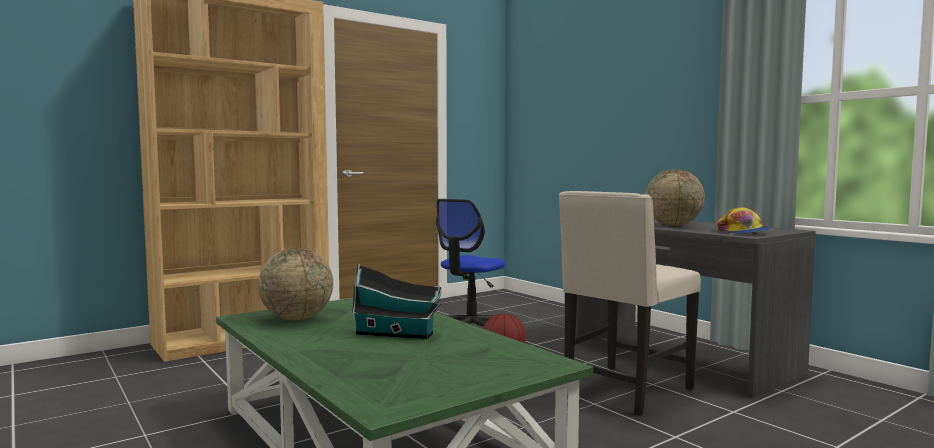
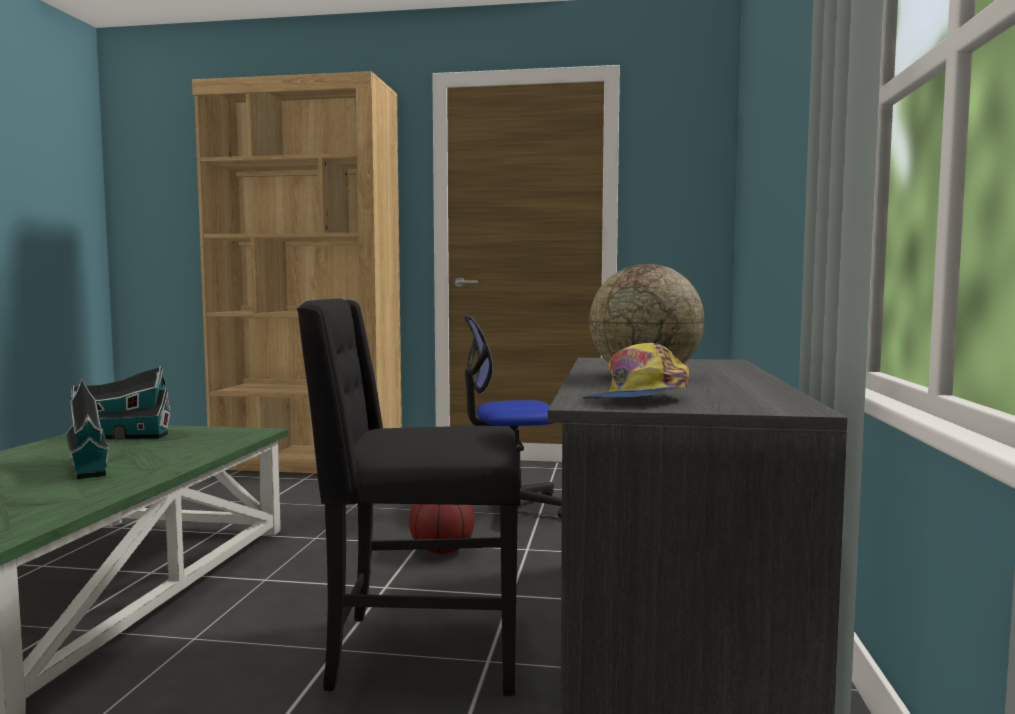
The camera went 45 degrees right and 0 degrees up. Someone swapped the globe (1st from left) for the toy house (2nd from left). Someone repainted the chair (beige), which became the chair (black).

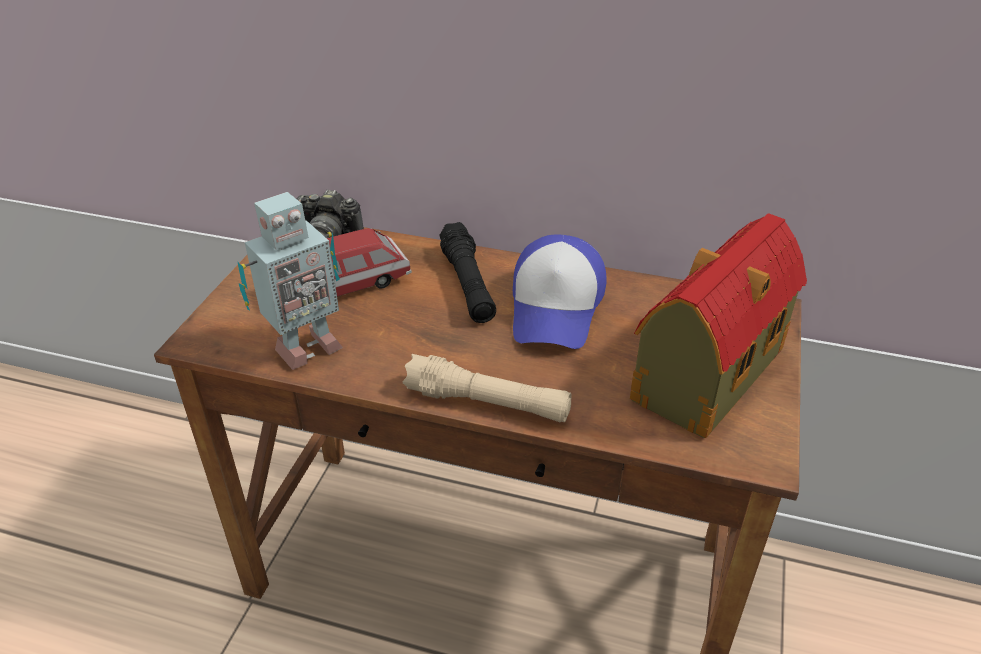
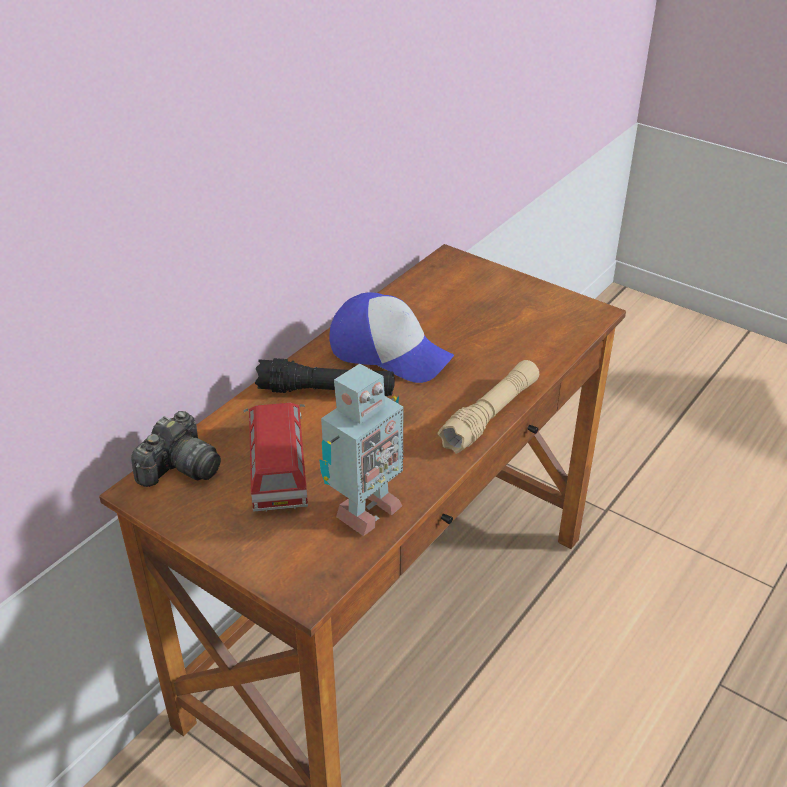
The camera went 70 degrees left and 0 degrees up. Someone rotated the toy robot by 60 degrees clockwise. Someone took away the toy house.

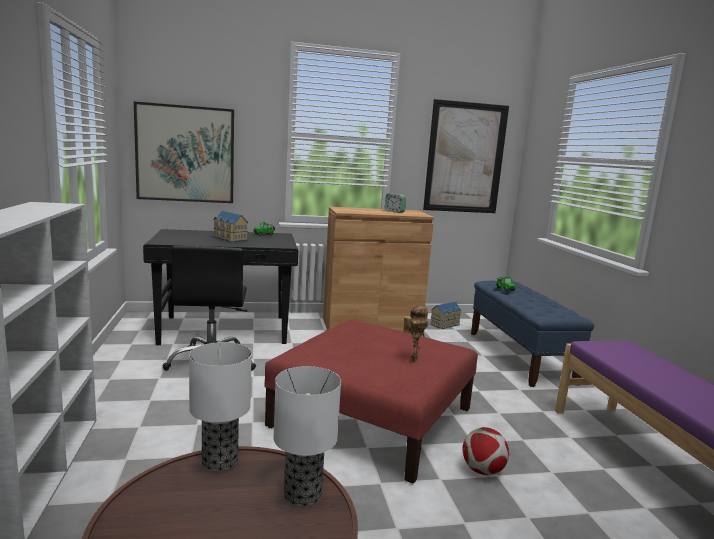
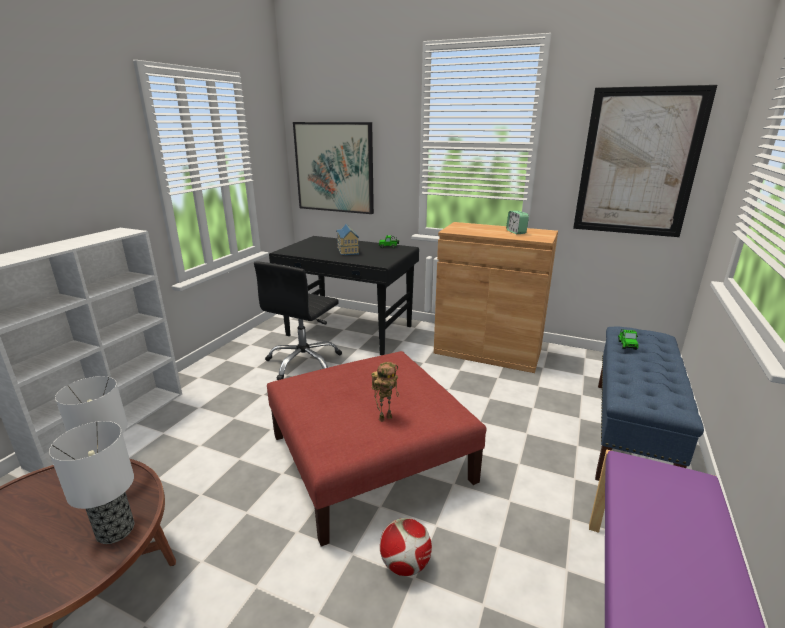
The camera went 35 degrees right and 10 degrees up. Someone took away the toy house (2nd from left).

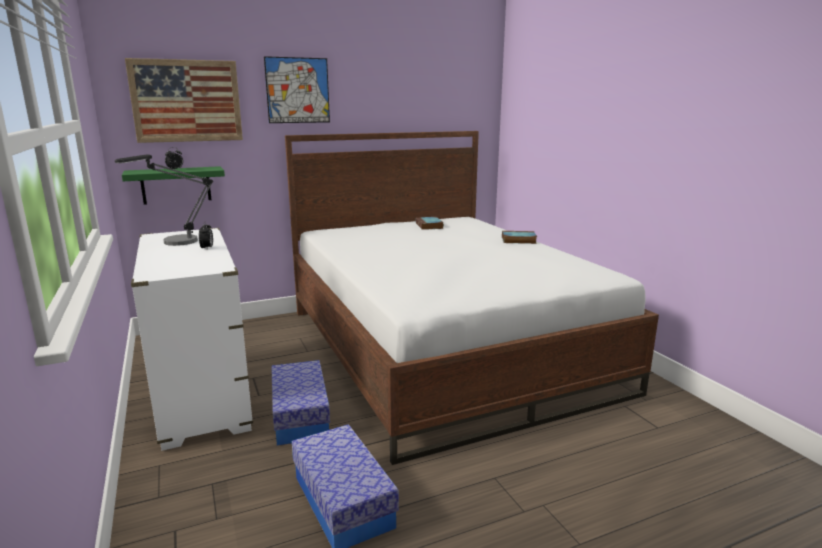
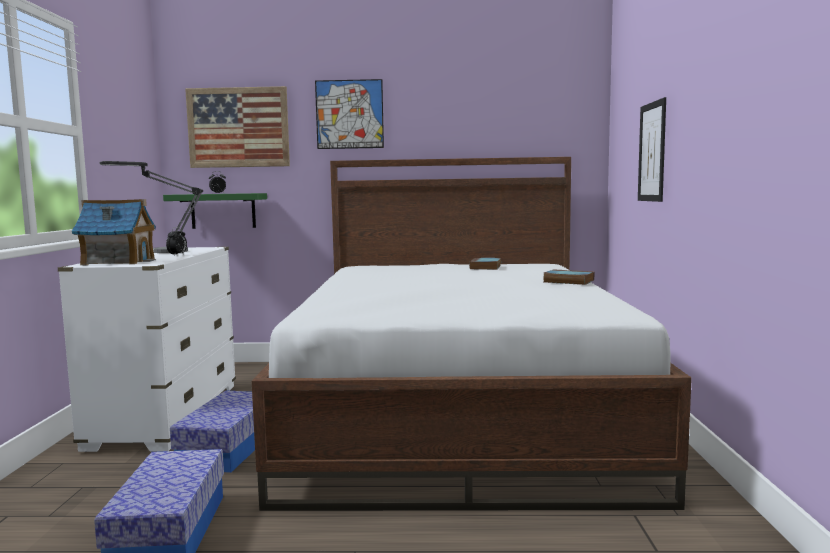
The camera went 25 degrees right and 10 degrees down. Someone put down the toy house. Someone put up the picture (3rd from left).

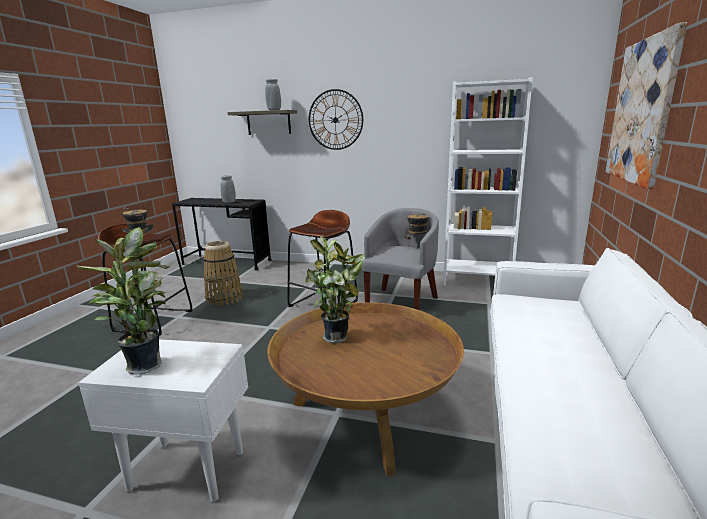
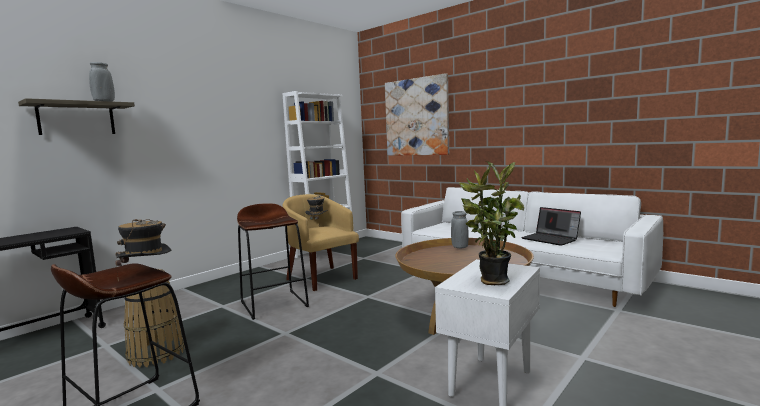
The camera went 65 degrees left and 10 degrees down. Someone carried the vase (grey) (1st from left in the first image). Someone took away the potted plant (2nd from left). Someone took away the wall clock. Someone repainted the armchair (grey), which became the armchair (yellow). Someone put down the laptop.

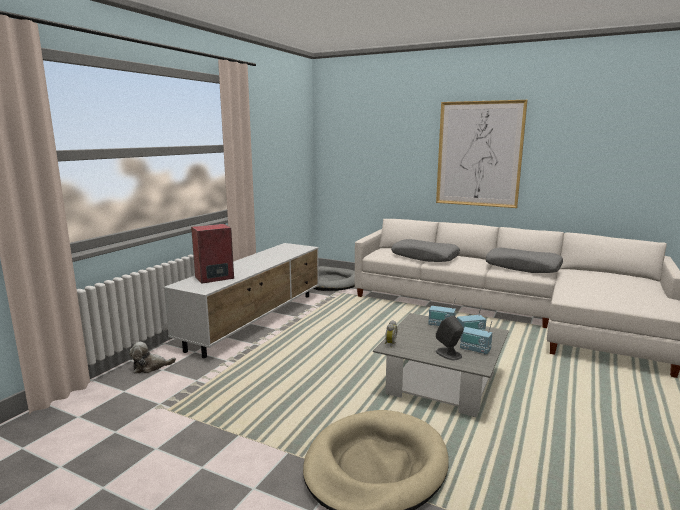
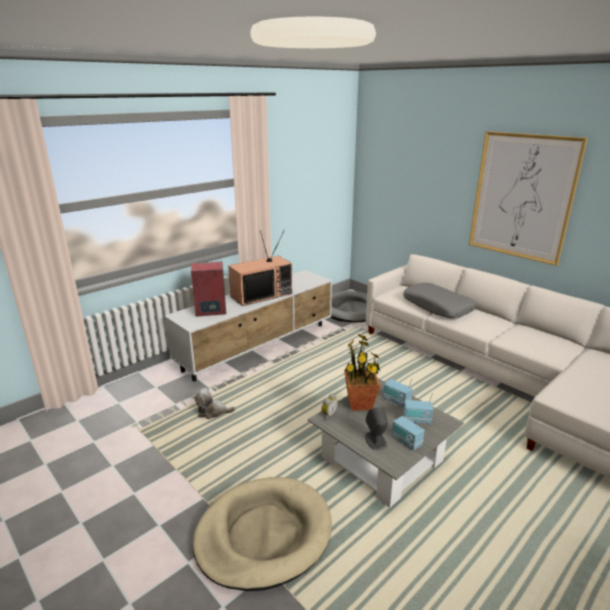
The camera went 20 degrees right and 10 degrees up. Someone carried the plush toy. Someone took away the pillow (grey) (2nd from left). Someone put down the television. Someone put down the potted plant.

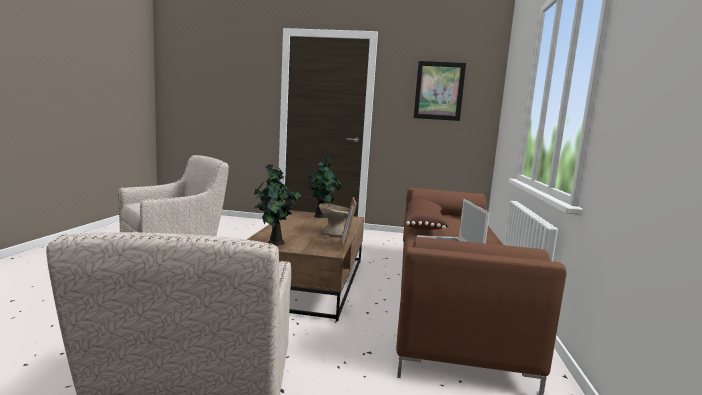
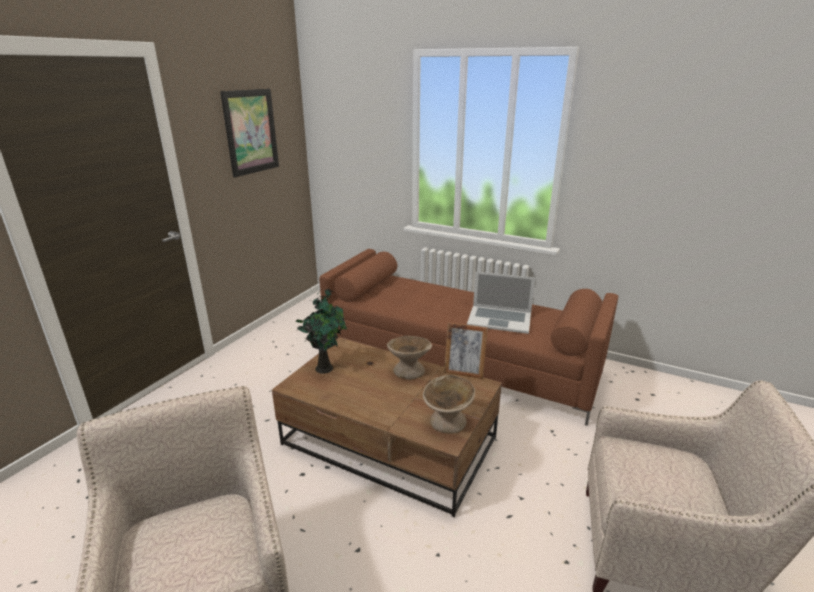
The camera went 70 degrees left and 15 degrees up. Someone swapped the potted plant (1st from left) for the bowl (beige) (2nd from left). Someone took away the pillow (brown).

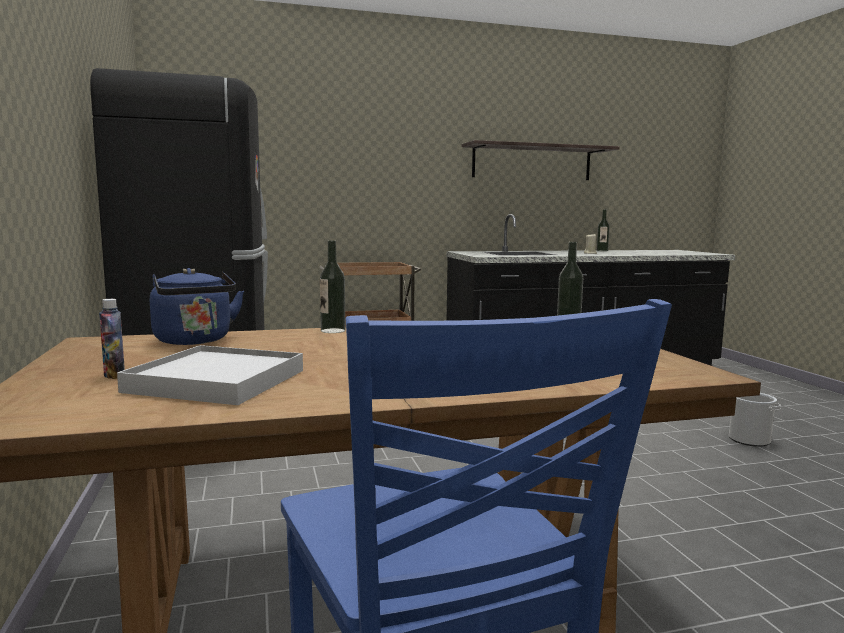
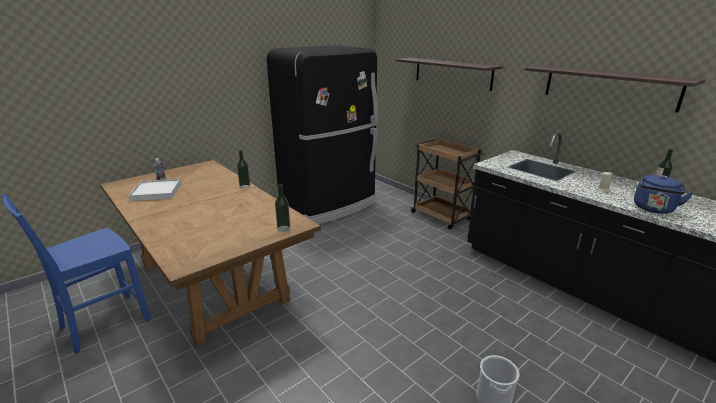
The camera went 65 degrees right and 15 degrees up. Someone carried the kettle (blue). Someone put up the shelf (1st from left).

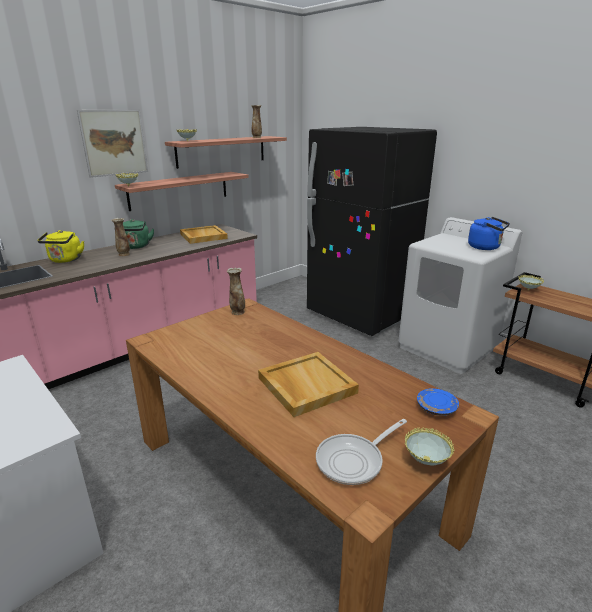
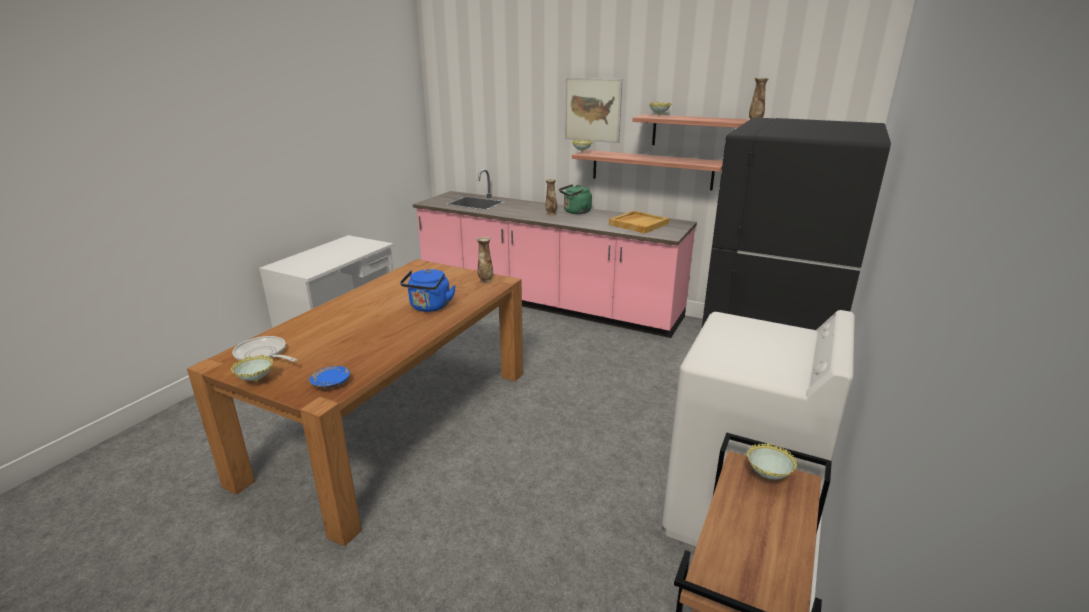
The camera went 70 degrees right and 0 degrees up. Someone took away the kettle (yellow). Someone took away the tray (beige) (2nd from left). Someone carried the kettle (blue).

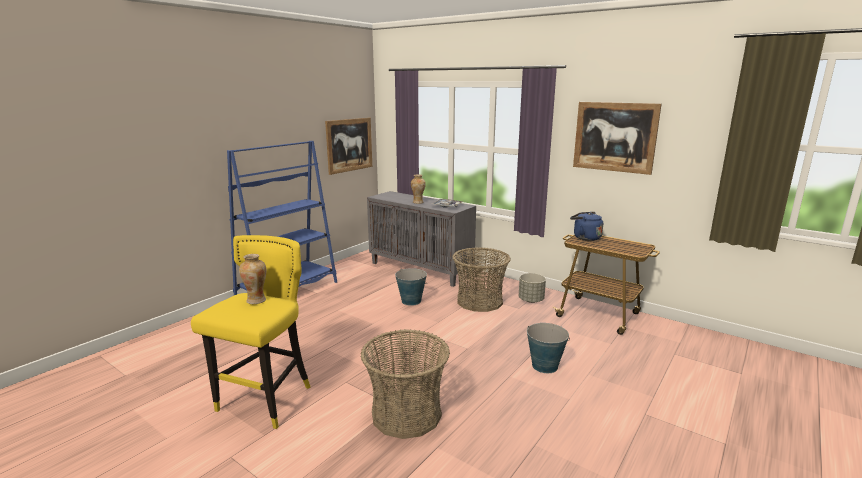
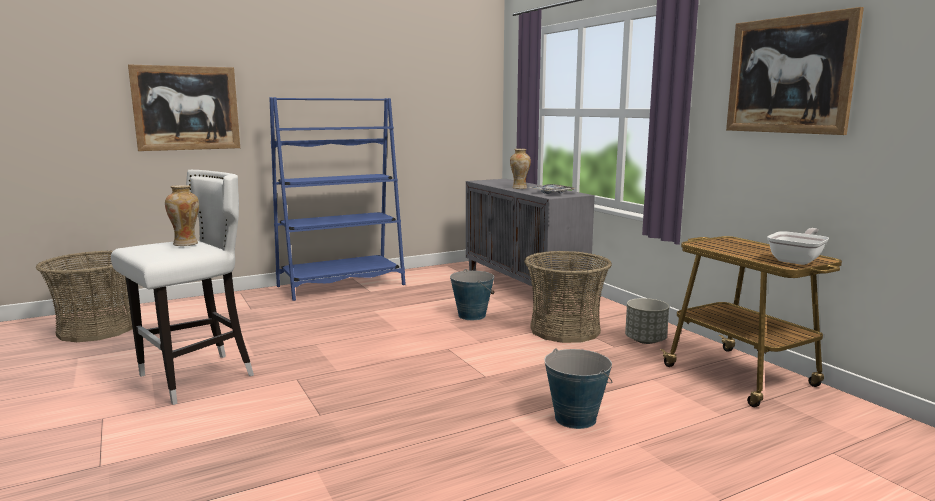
The camera went 25 degrees right and 5 degrees down. Someone repainted the stool (yellow), which became the stool (white). Someone carried the picture (1st from left). Someone carried the basket (1st from left). Someone took away the kettle (blue). Someone put down the frying pan.

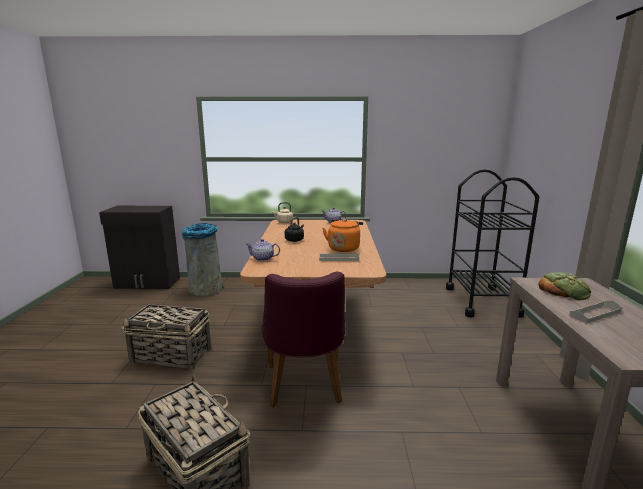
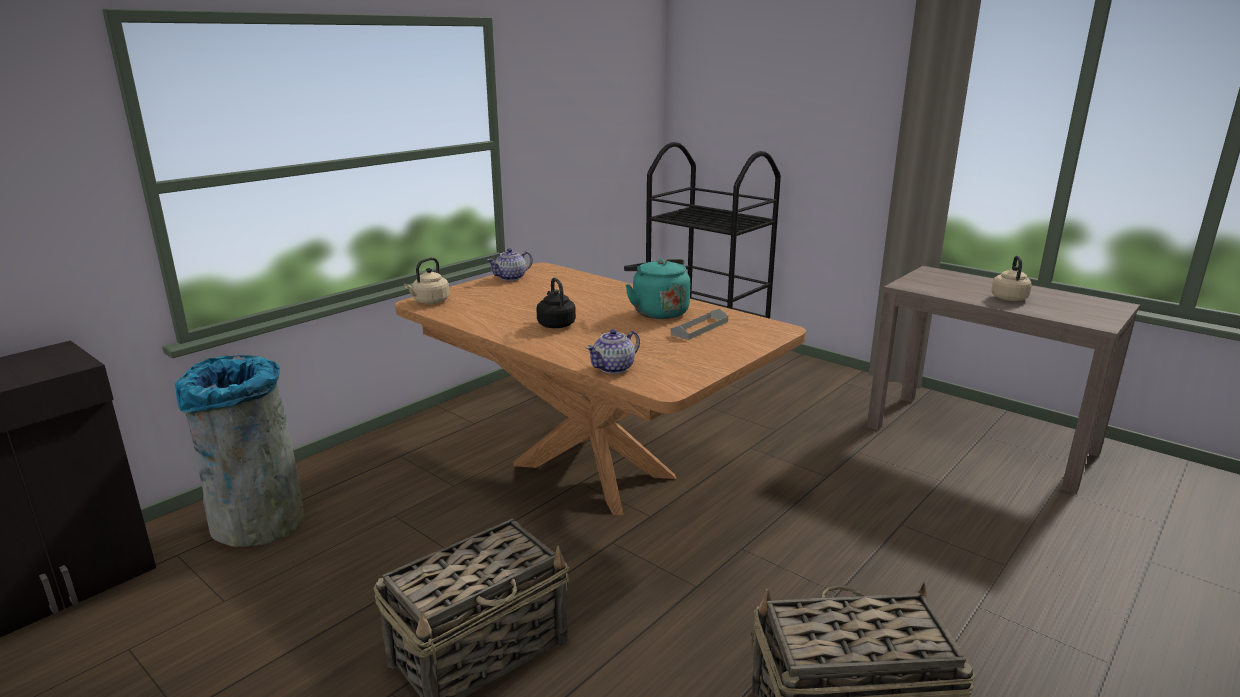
The camera went 50 degrees left and 5 degrees up. Someone took away the chair (purple). Someone repainted the kettle (orange), which became the kettle (turquoise). Someone took away the bread. Someone swapped the tray (grey) (2nd from left) for the kettle (beige) (2nd from left).

